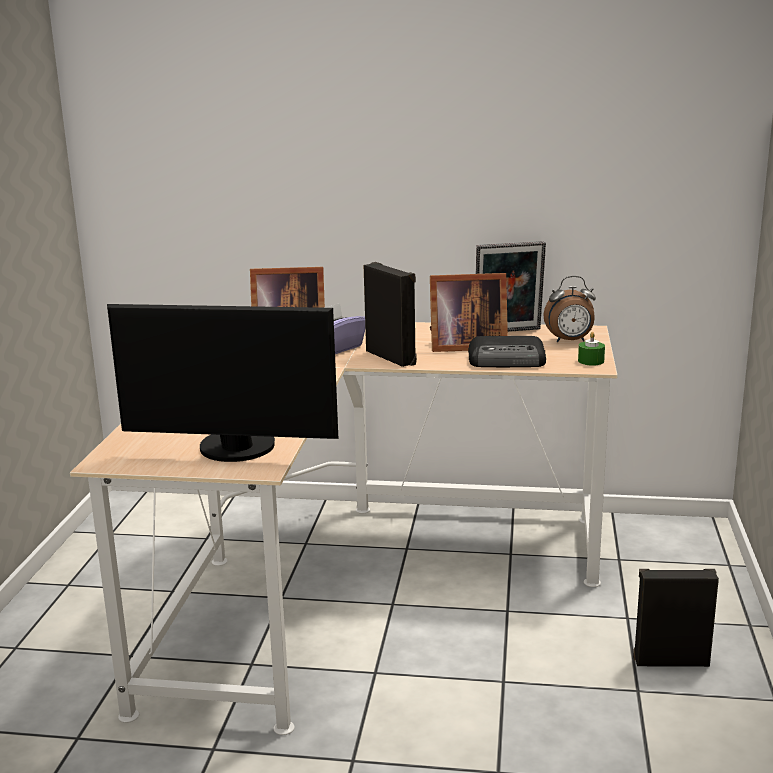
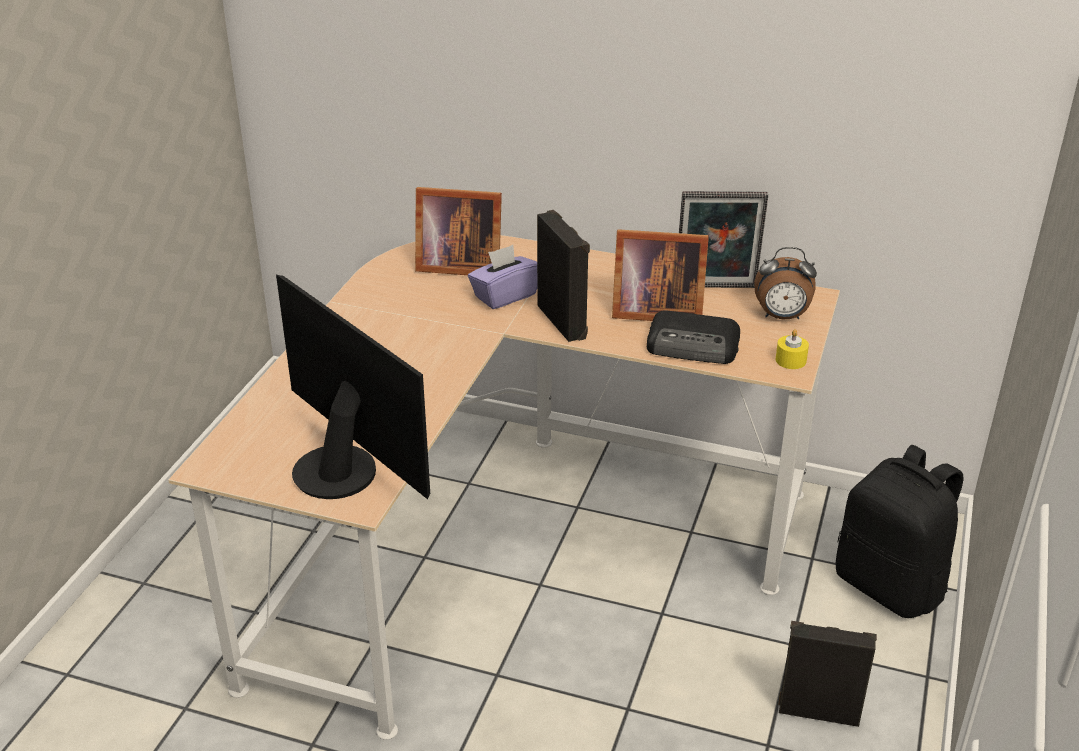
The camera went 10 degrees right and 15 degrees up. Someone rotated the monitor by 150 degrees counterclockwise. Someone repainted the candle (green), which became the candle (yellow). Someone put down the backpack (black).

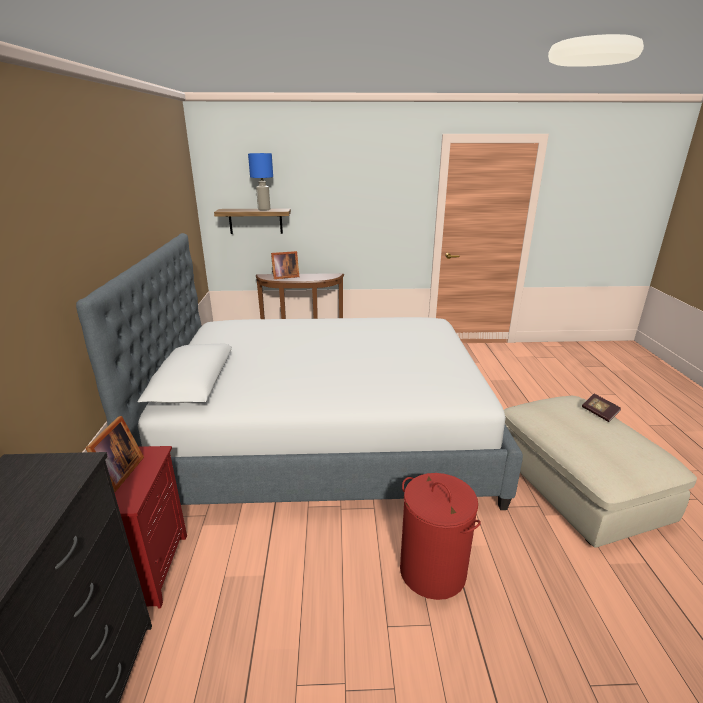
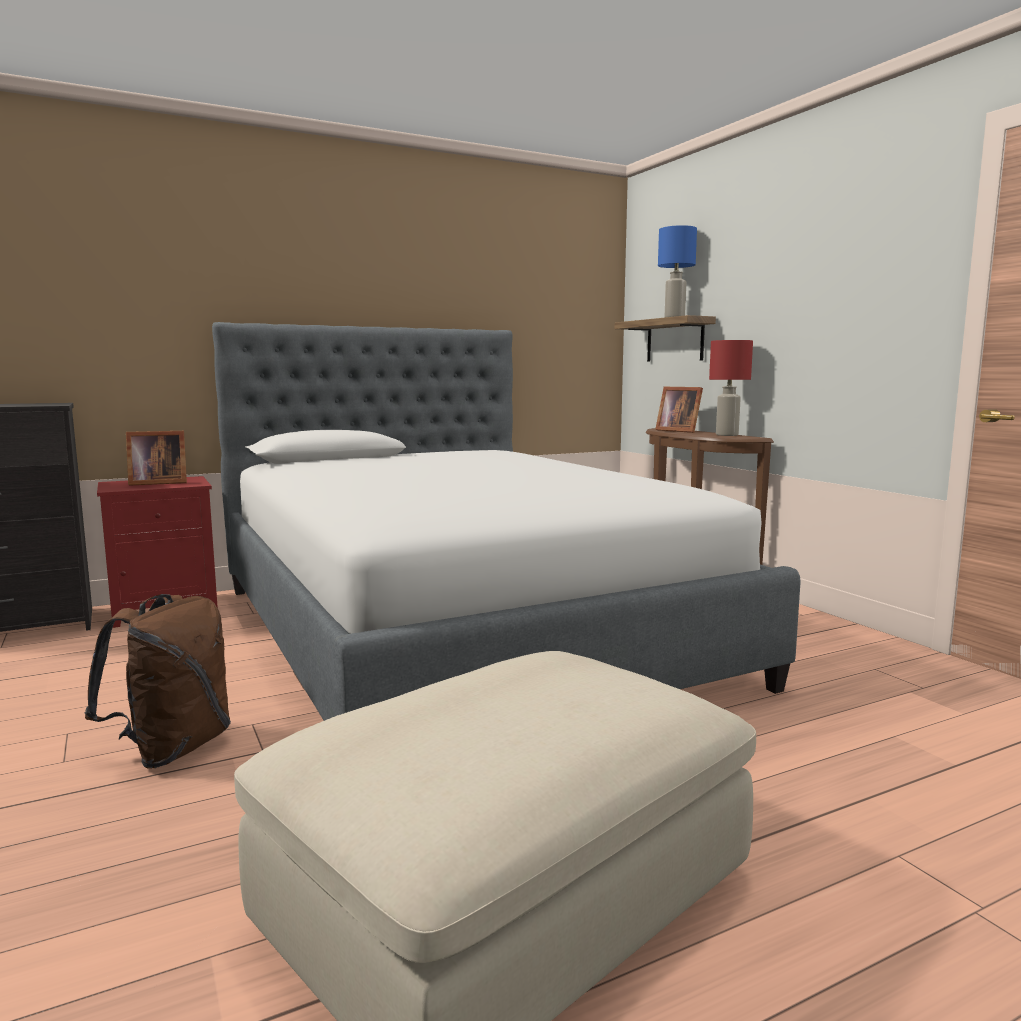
The camera went 65 degrees right and 15 degrees down. Someone swapped the laundry basket (red) for the backpack (brown). Someone took away the book. Someone put down the table lamp (red).

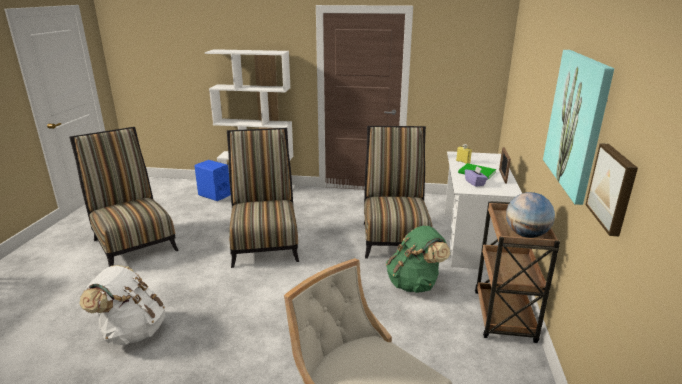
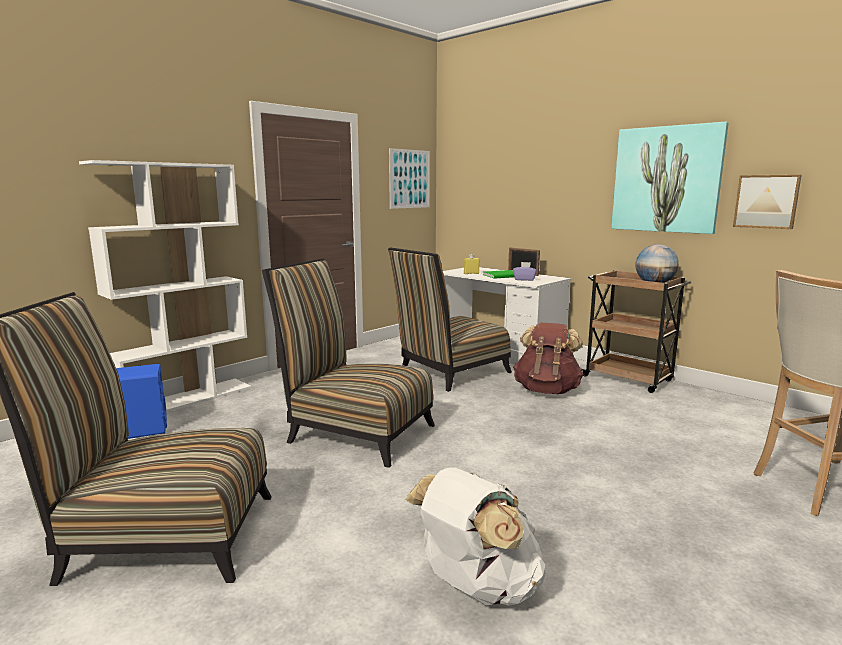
The camera went 55 degrees left and 10 degrees down. Someone rotated the chair (3rd from left) by 75 degrees counterclockwise. Someone repainted the backpack (green), which became the backpack (brown). Someone put up the picture (1st from left).

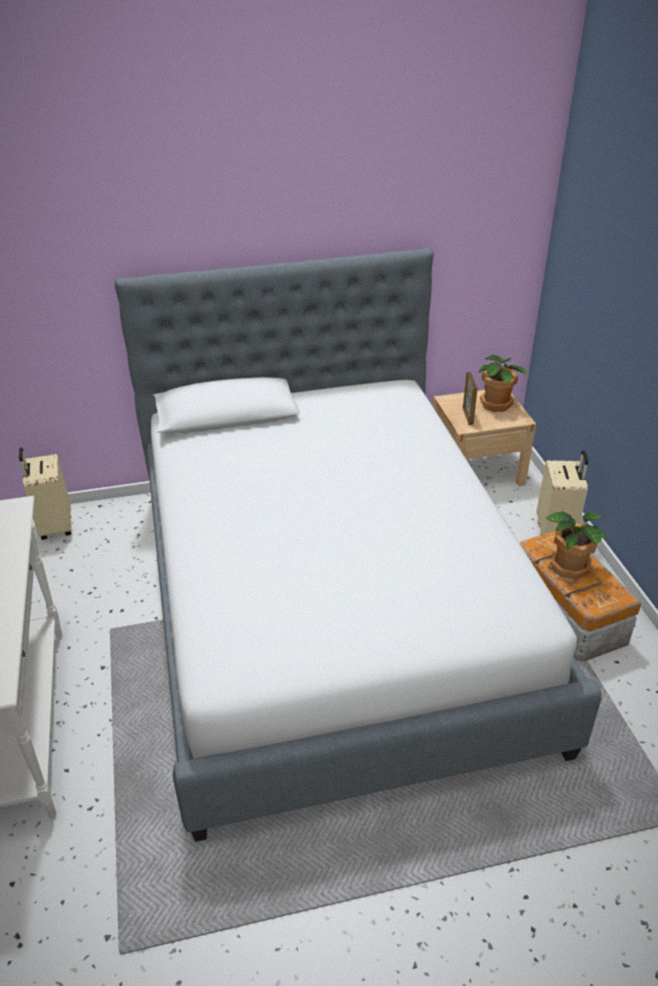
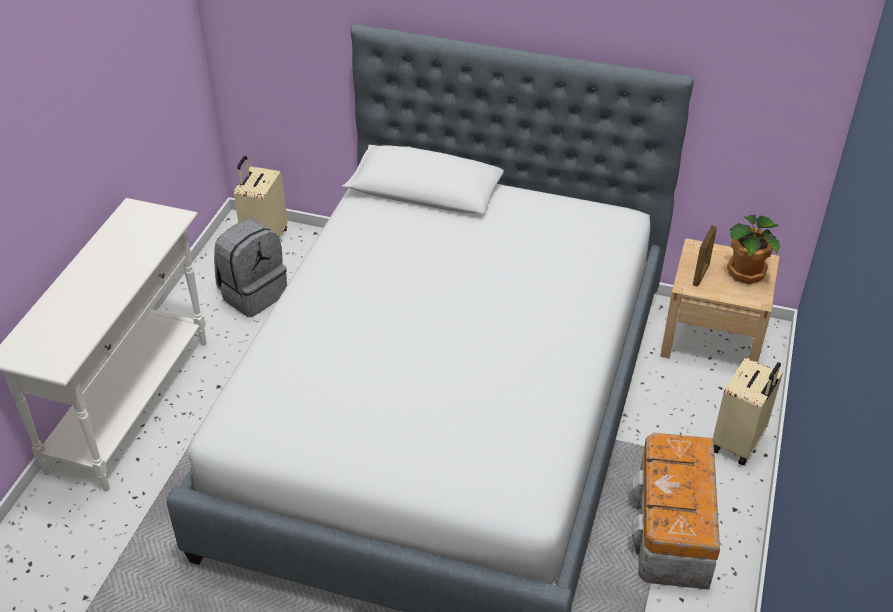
The camera went 30 degrees right and 5 degrees up. Someone took away the potted plant (2nd from left). Someone put down the backpack (grey).

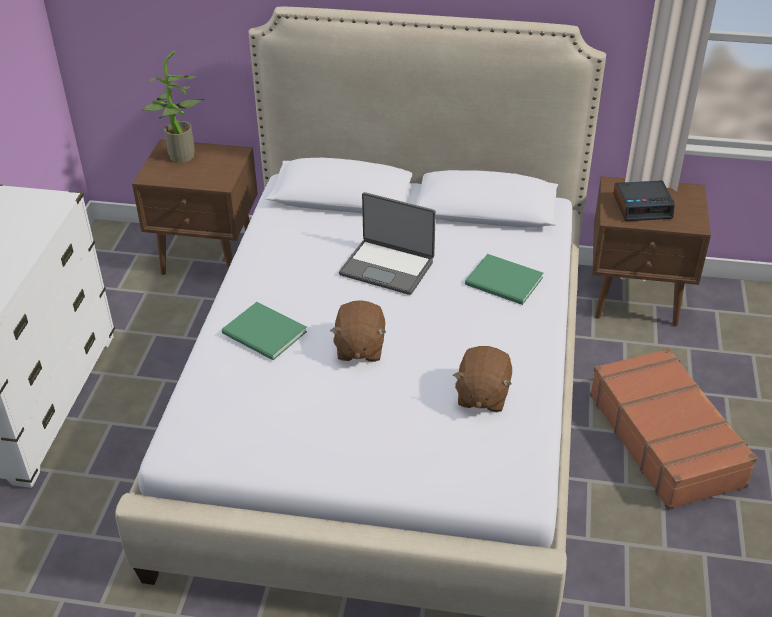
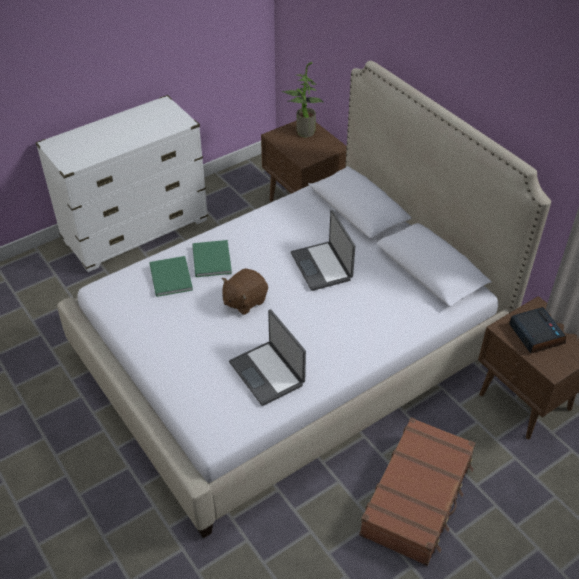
The camera went 45 degrees right and 5 degrees up. Someone swapped the plush toy (brown) (2nd from left) for the laptop (1st from left). Someone carried the book (green) (2nd from left in the first image). Someone rotated the alarm clock by 150 degrees counterclockwise.

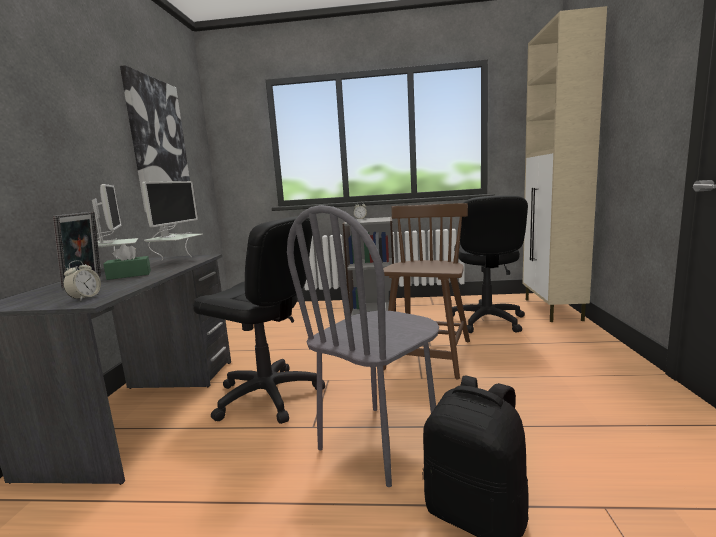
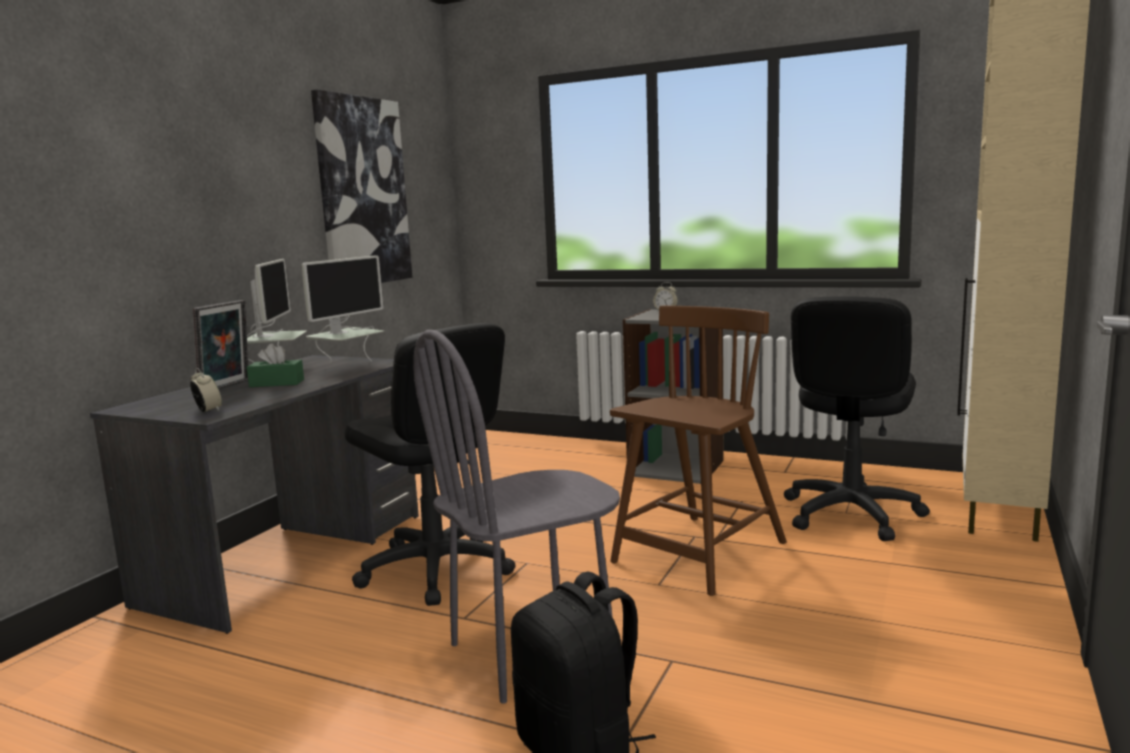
The camera went 20 degrees right and 0 degrees up. Someone rotated the alarm clock (1st from left) by 75 degrees counterclockwise.

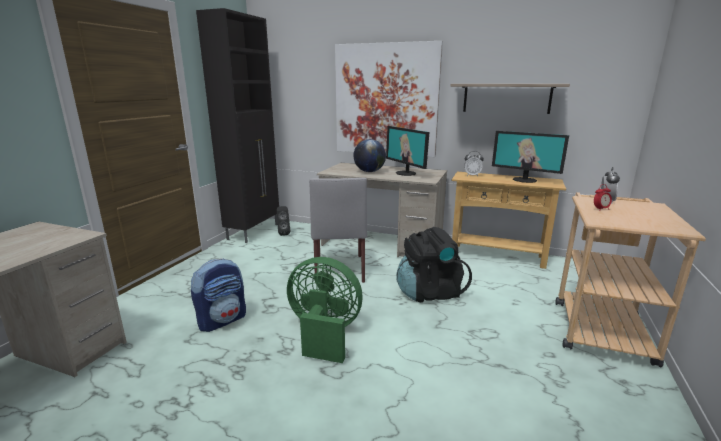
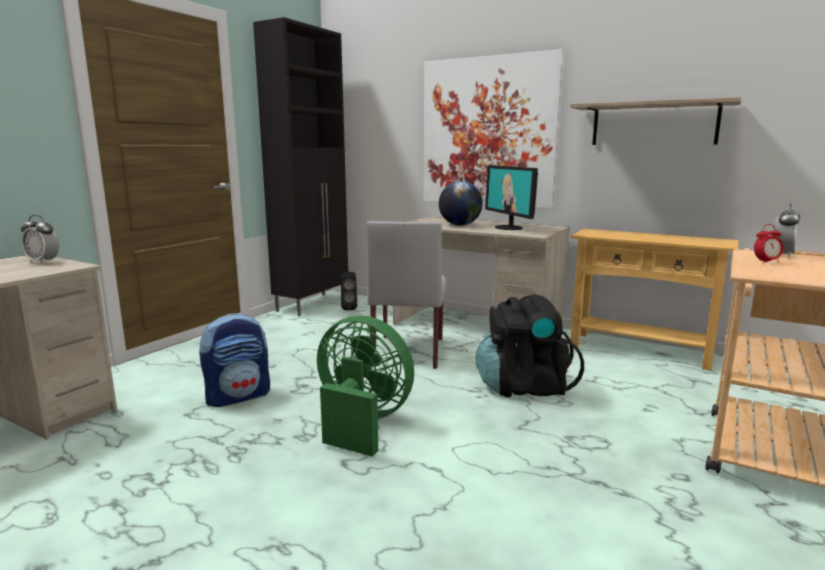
The camera went 10 degrees right and 5 degrees down. Someone carried the alarm clock (1st from left). Someone took away the monitor (2nd from left).

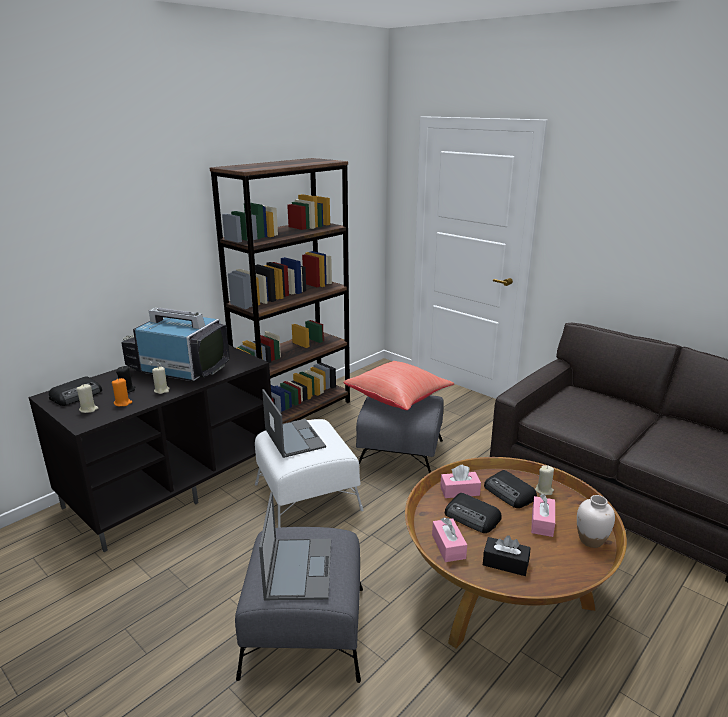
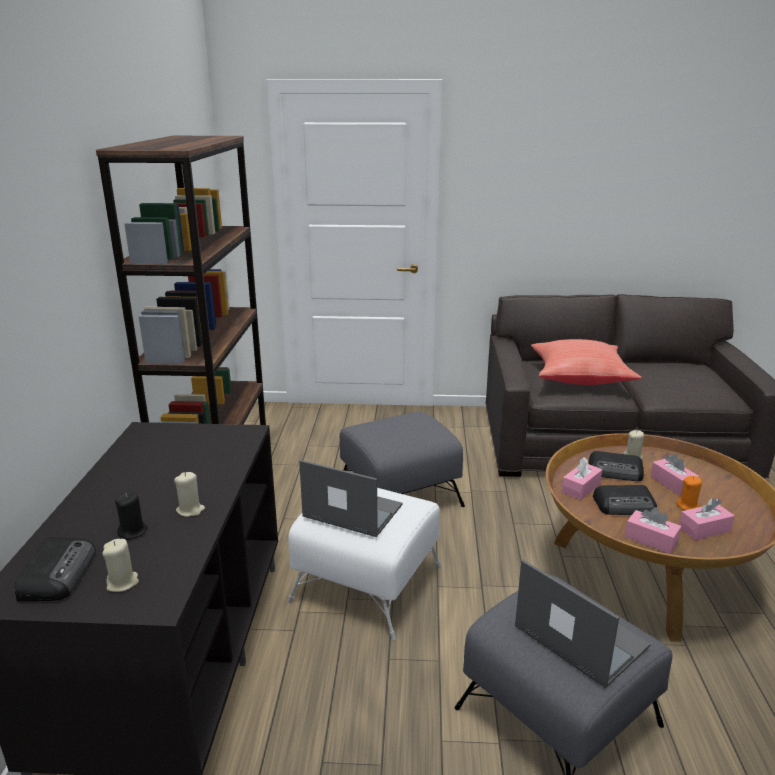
The camera went 40 degrees left and 0 degrees up. Someone carried the candle (orange). Someone took away the television. Someone carried the pillow (red). Someone repainted the tissue box (black), which became the tissue box (pink) (4th from left). Someone took away the vase (white).

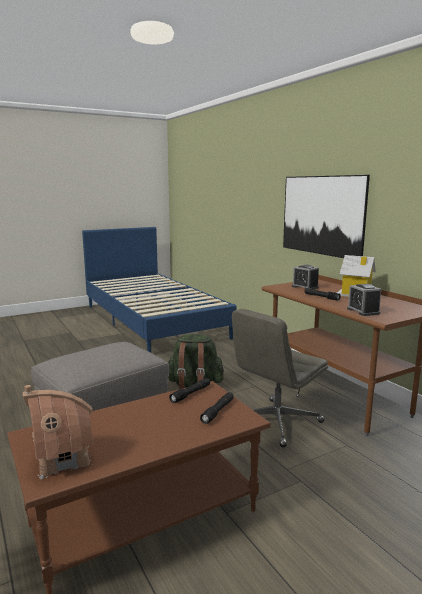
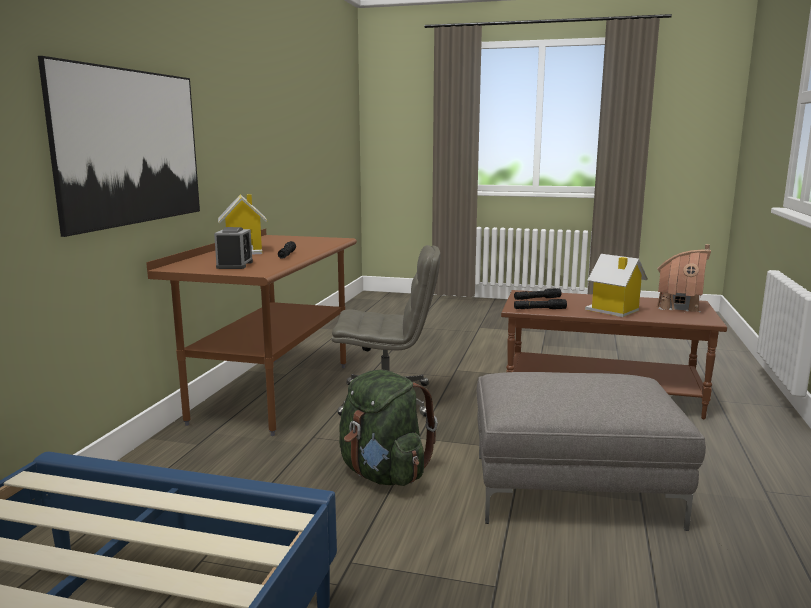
The camera went 135 degrees left and 0 degrees up. Someone took away the alarm clock (2nd from left). Someone put down the toy house (2nd from left).

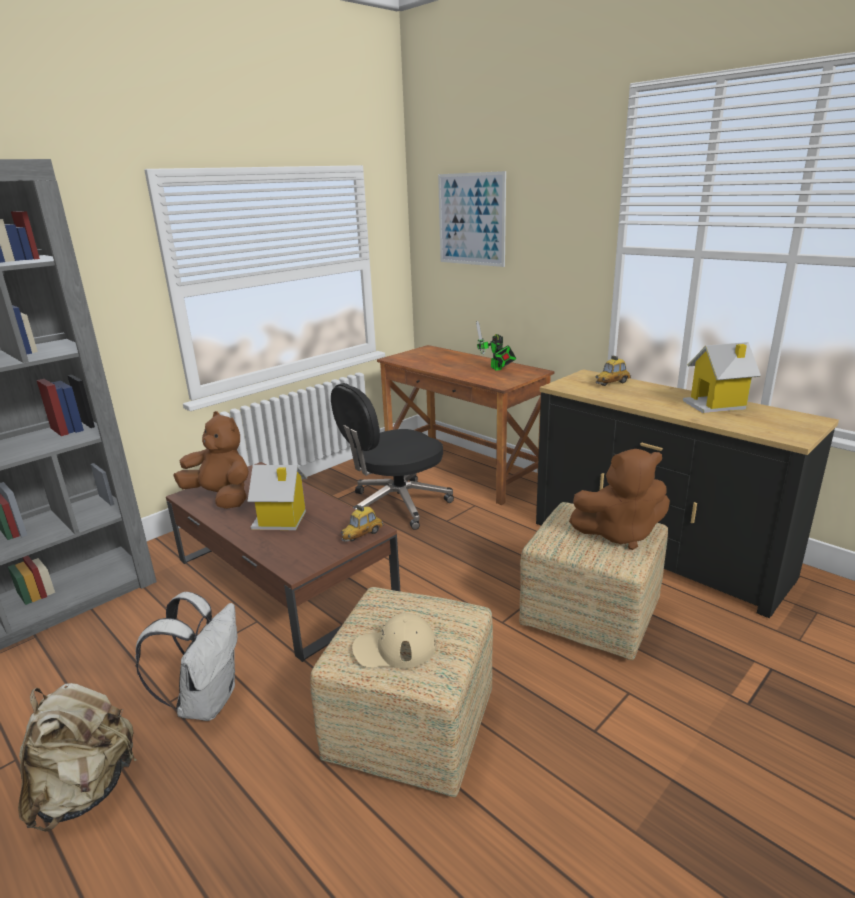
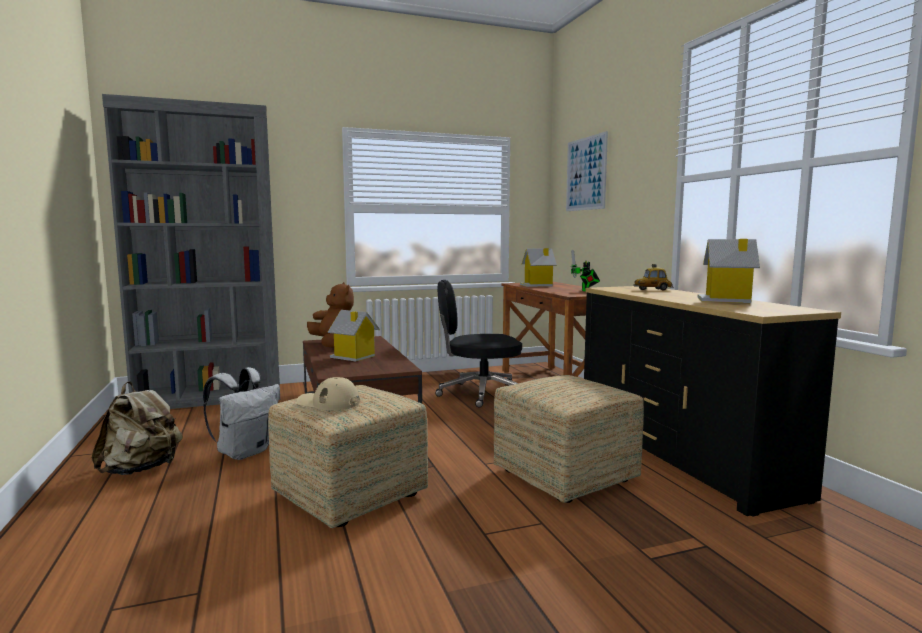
The camera went 25 degrees right and 15 degrees down. Someone took away the toy car (1st from left). Someone took away the plush toy (brown) (2nd from left). Someone put down the toy house (2nd from left).

